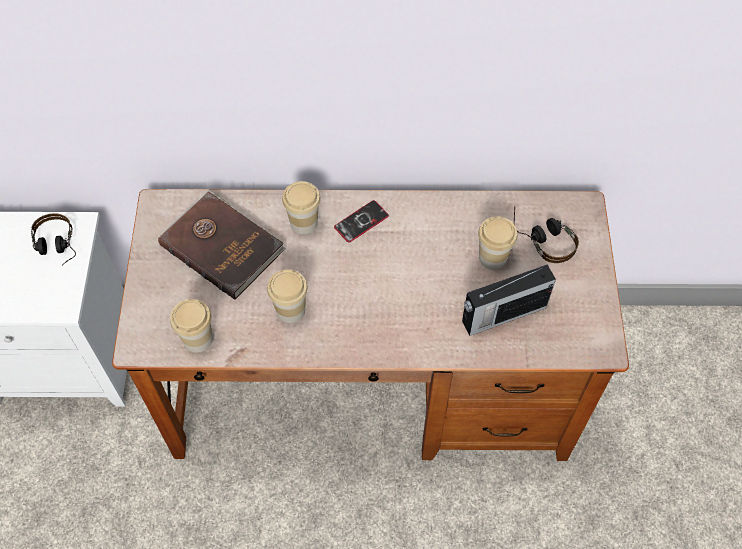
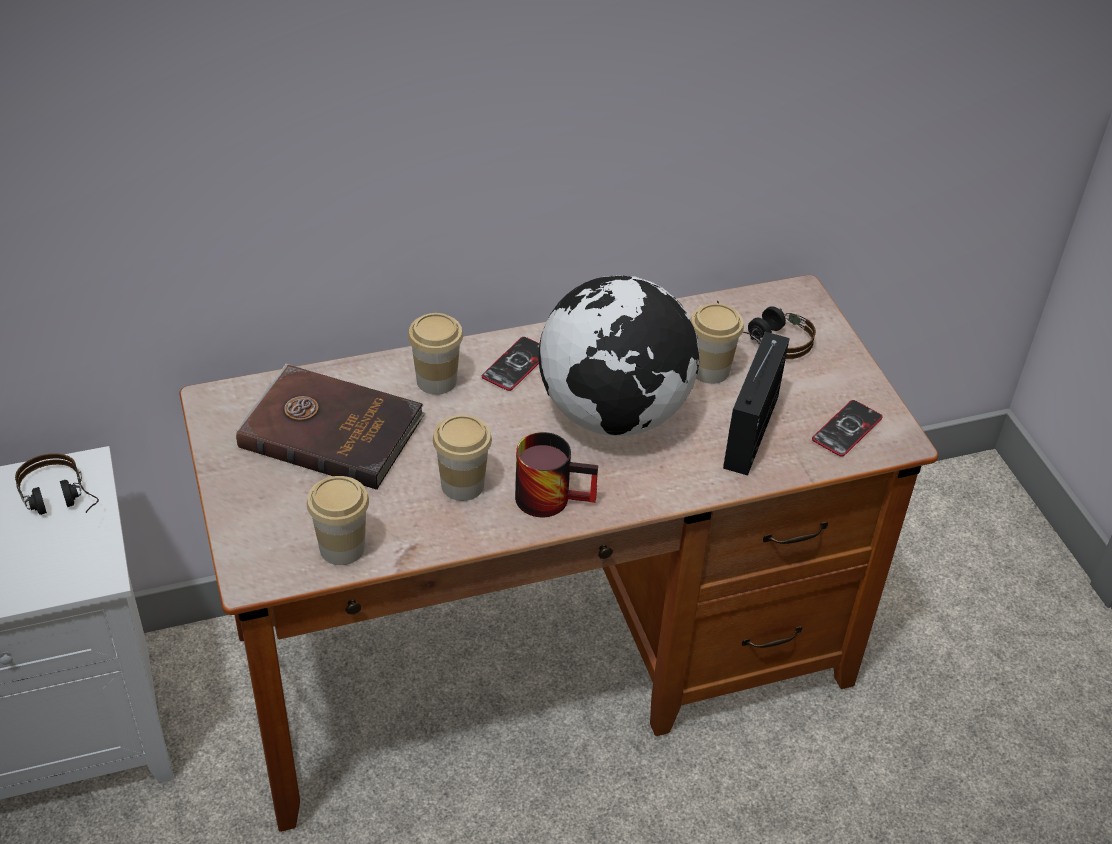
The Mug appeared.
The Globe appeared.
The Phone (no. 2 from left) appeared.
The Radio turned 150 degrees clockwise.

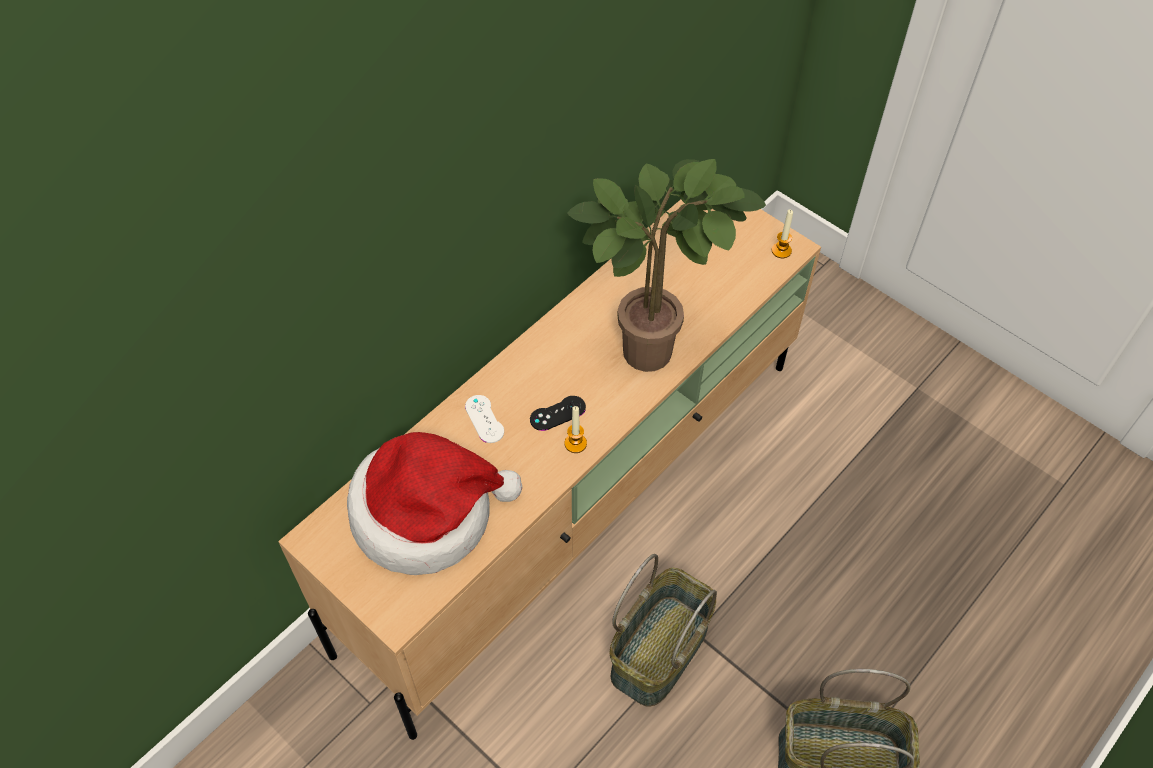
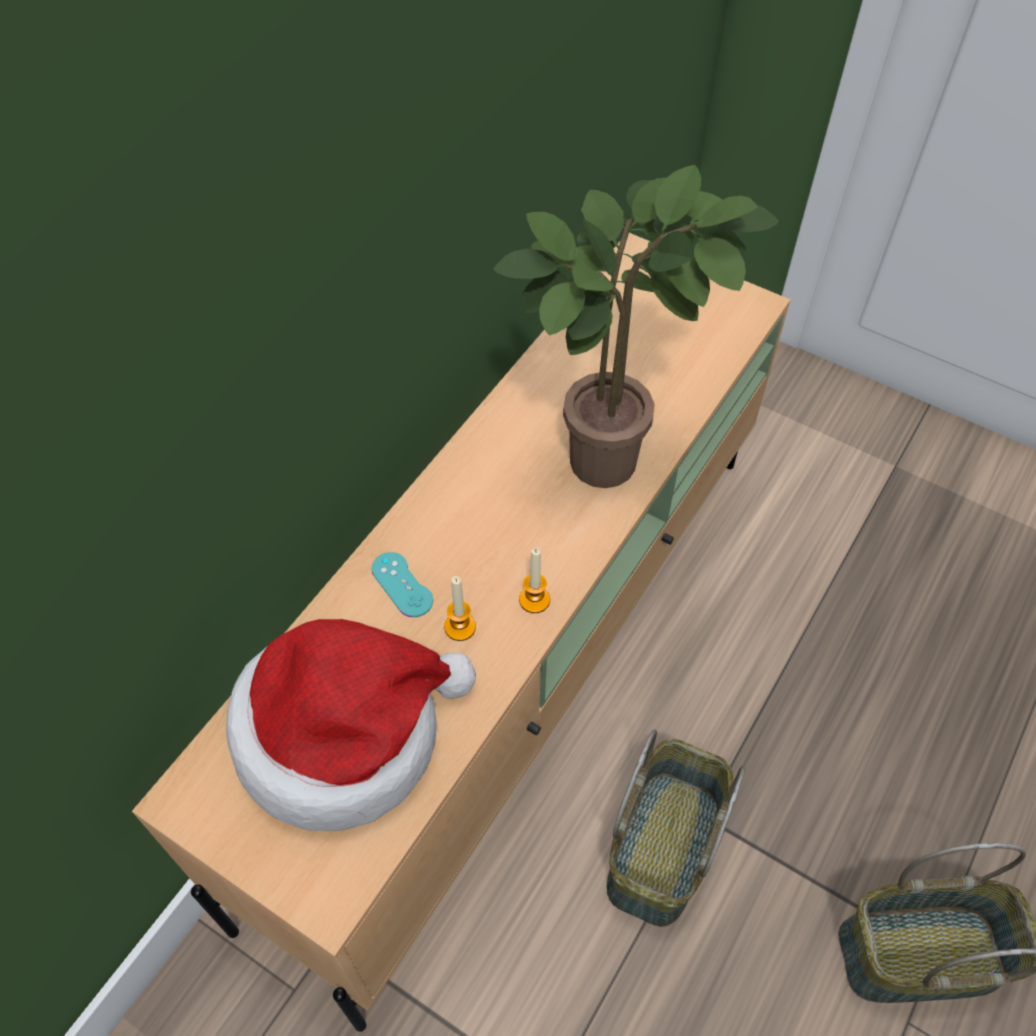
The BlackGameController disappeared.
The Candle (no. 2 from left in the first image) moved.
The WhiteGameController became the TurquoiseGameController.

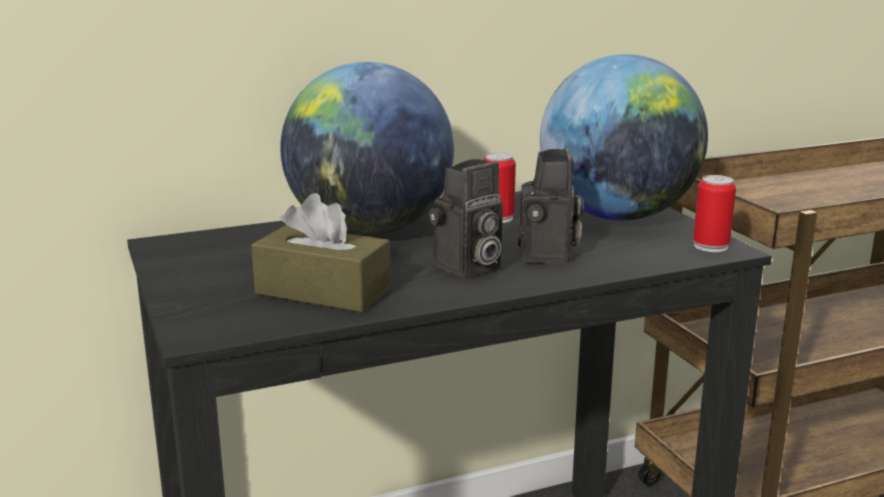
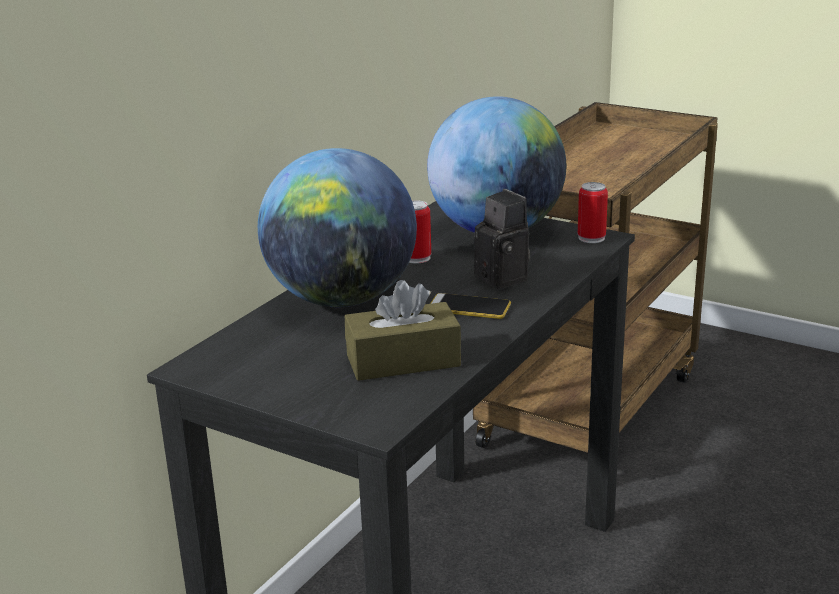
The PhotoCamera (no. 1 from left) was replaced by the Phone.

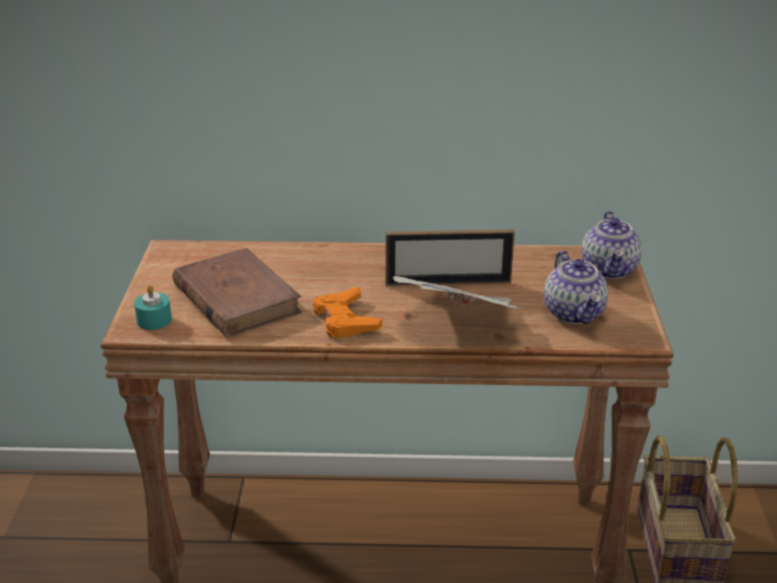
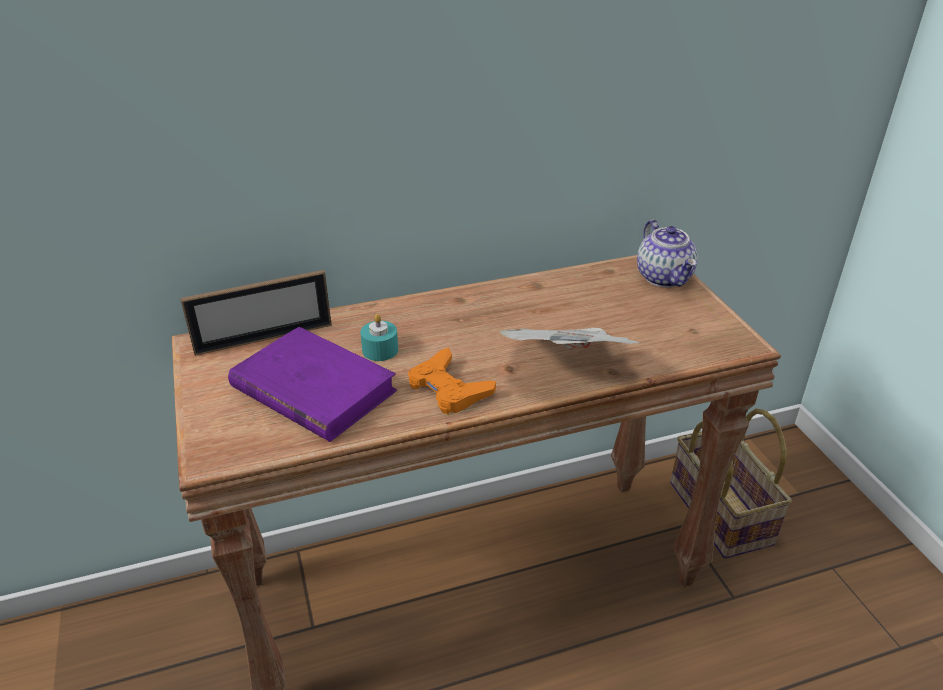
The Teapot (no. 1 from left) disappeared.
The TurquoiseCandle moved.
The PictureFrame moved.
The BrownBook became the PurpleBook.

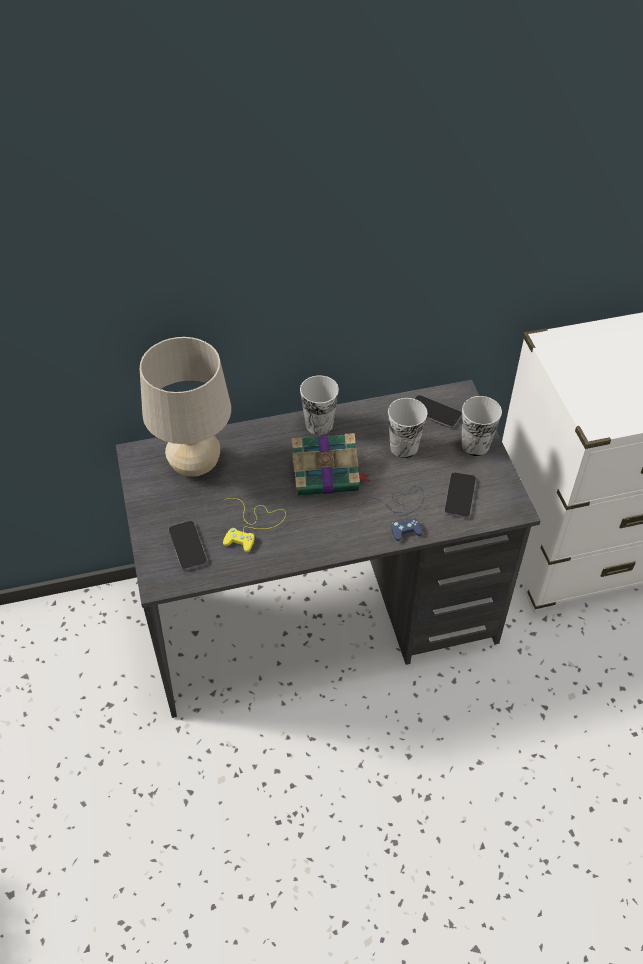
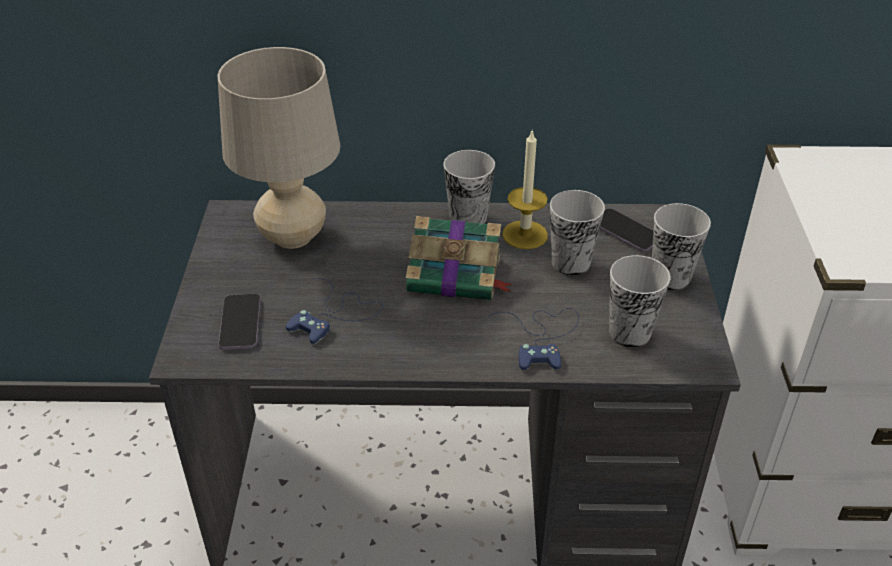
The Candle appeared.
The Phone (no. 3 from left) was replaced by the Cup (no. 3 from left).
The YellowGameController became the BlueGameController (no. 1 from left).

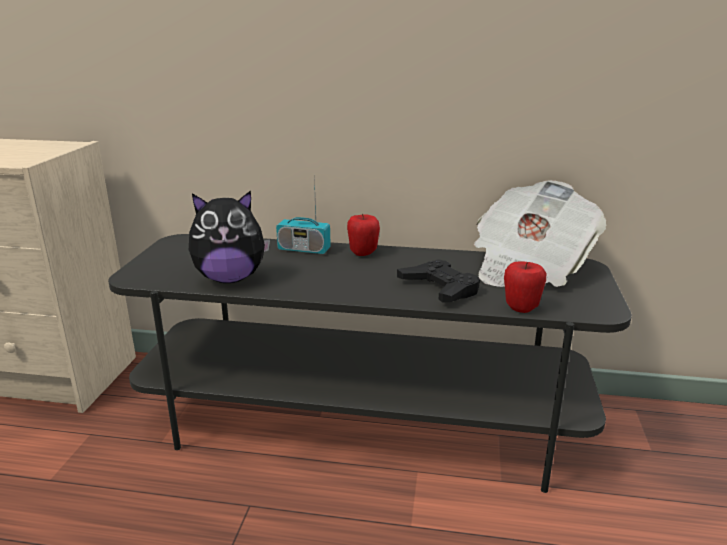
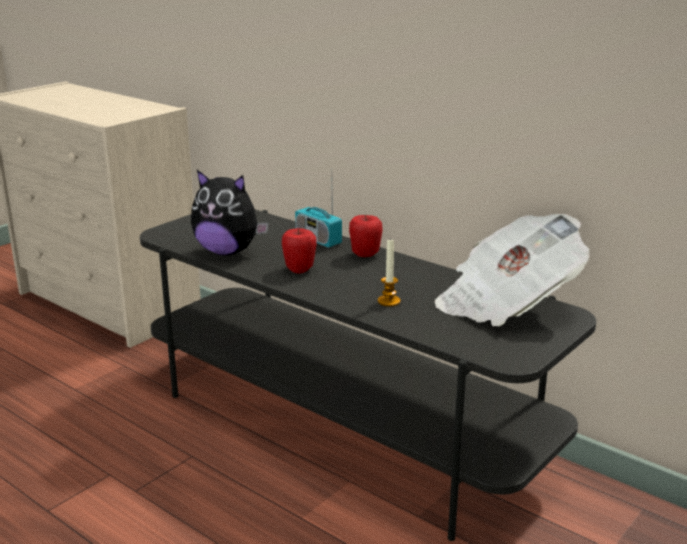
The Apple (no. 2 from left in the first image) moved.
The BlackGameController was replaced by the Candle.

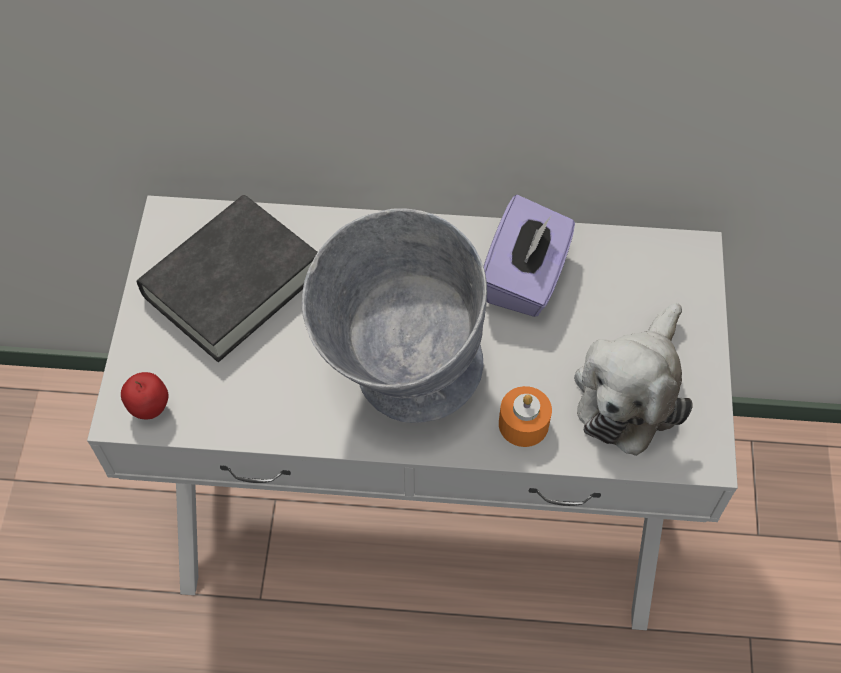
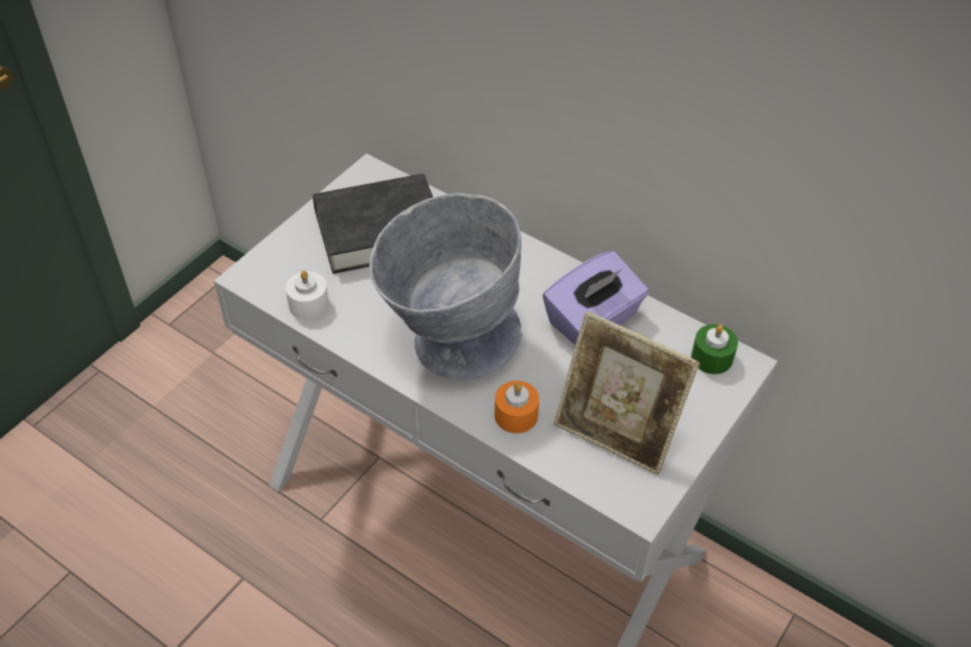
The Apple disappeared.
The WhiteCandle appeared.
The GreenCandle appeared.
The PlushToy was replaced by the PictureFrame.

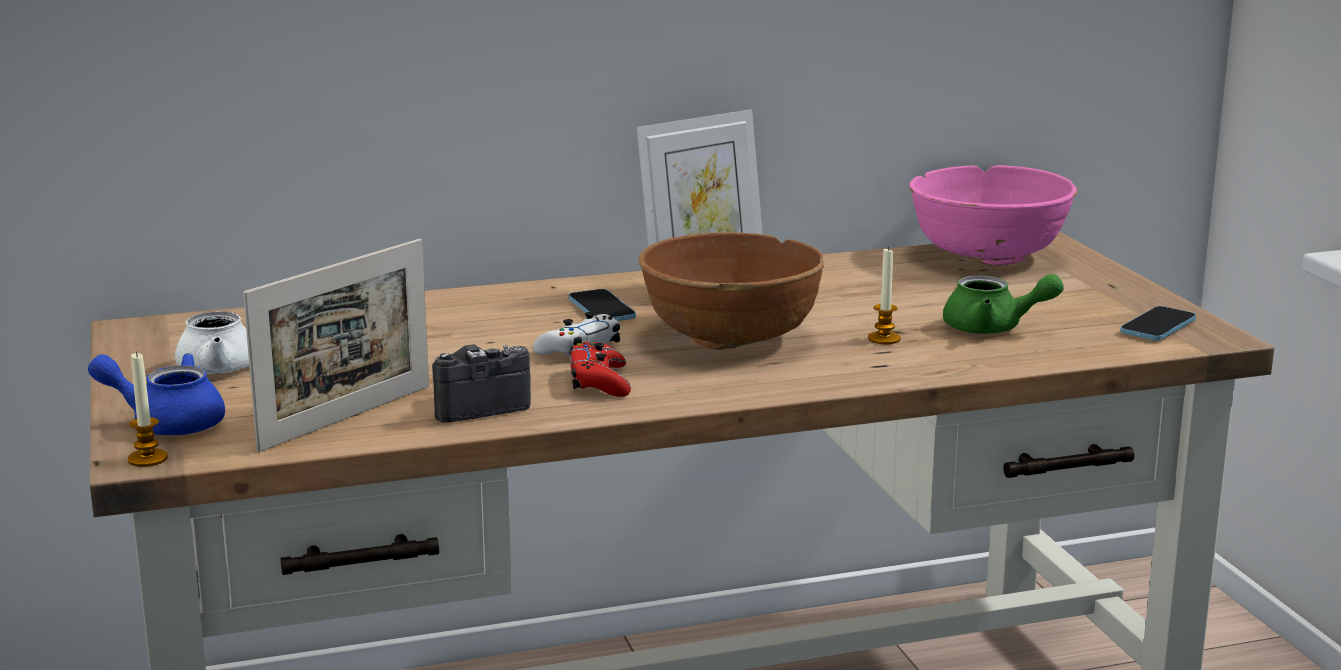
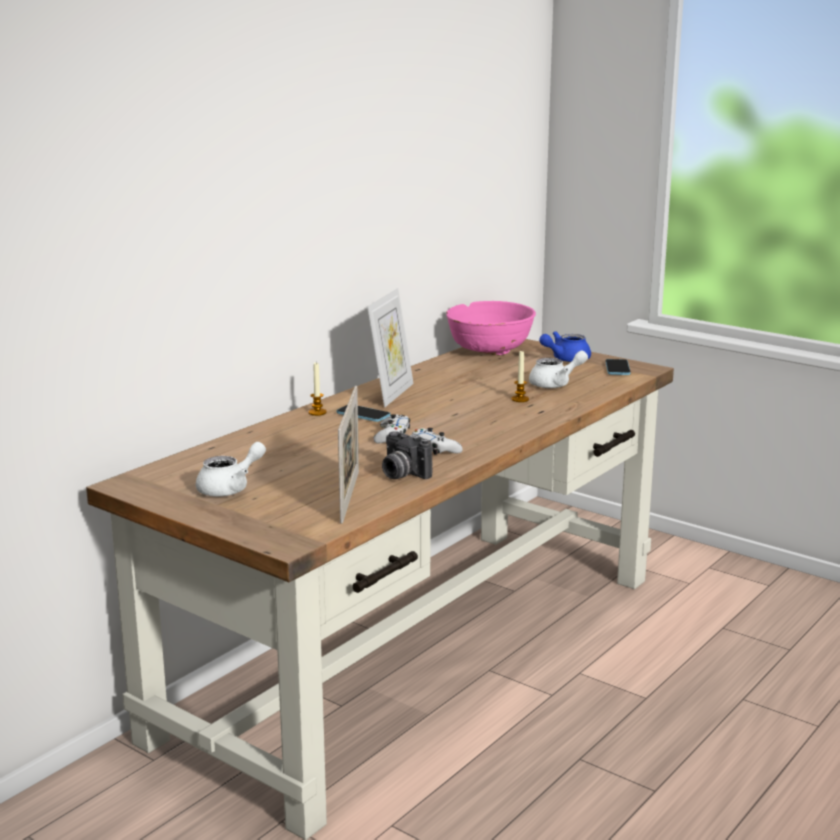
The BrownBowl disappeared.
The BlueTeapot moved.
The Candle (no. 1 from left) moved.
The RedGameController became the WhiteGameController (no. 2 from left).
The GreenTeapot became the WhiteTeapot (no. 2 from left).
The PhotoCamera turned 75 degrees counterclockwise.

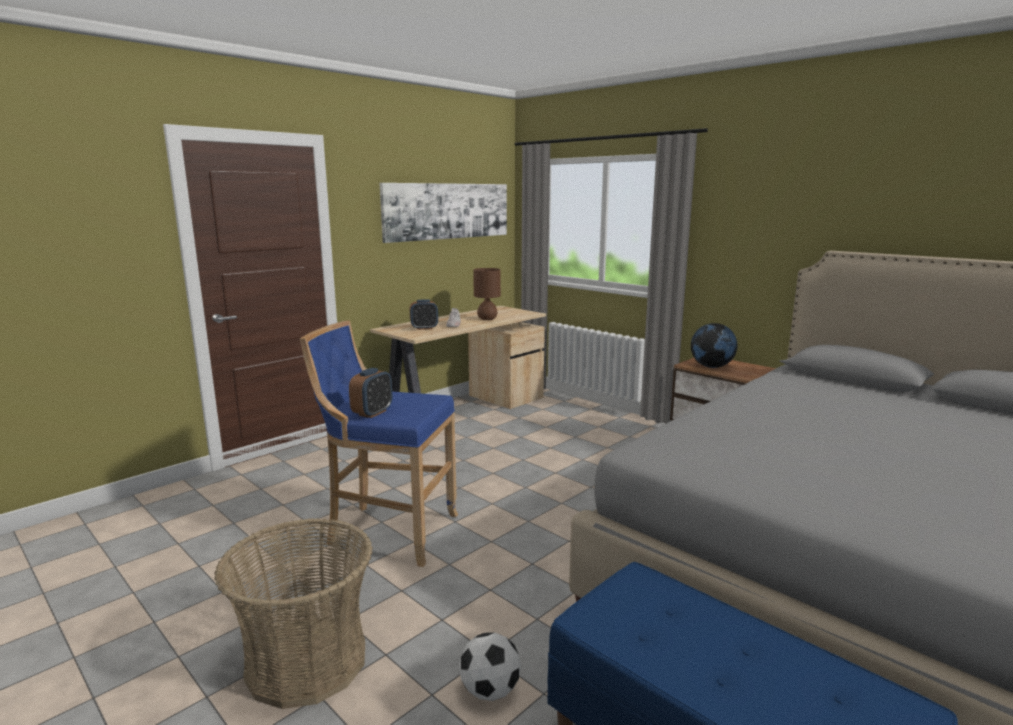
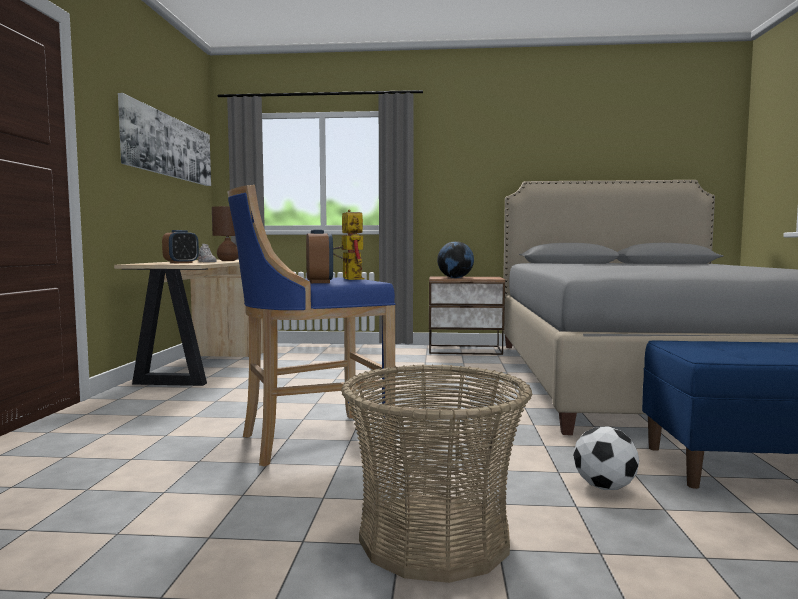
The ToyRobot appeared.

